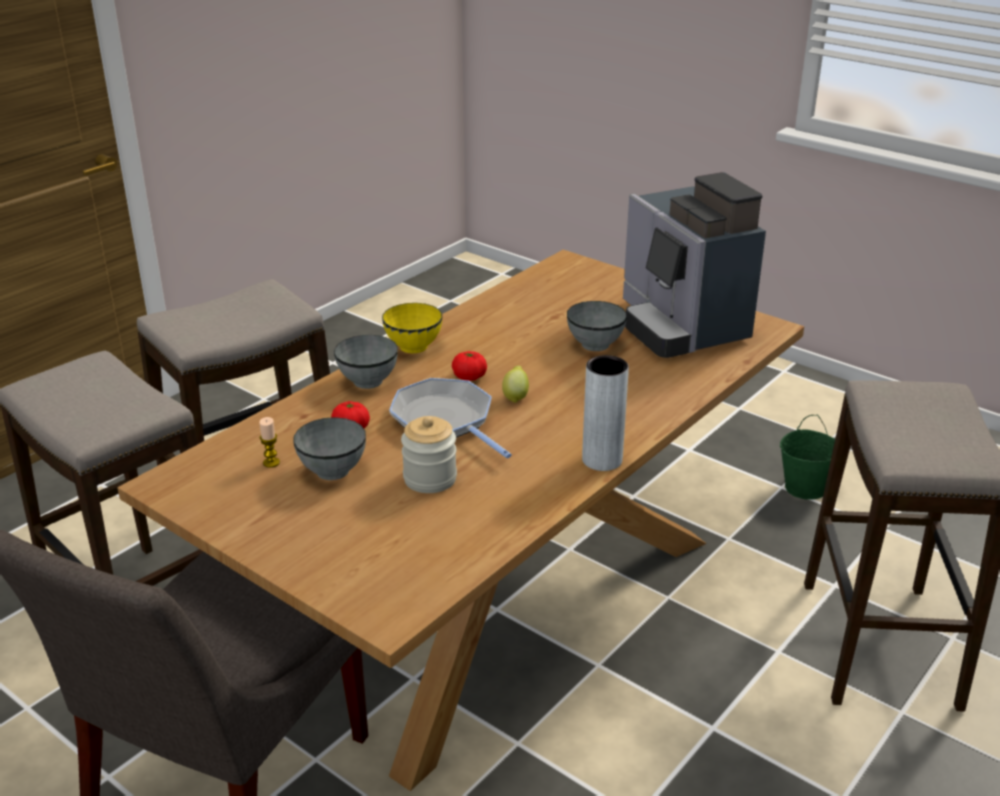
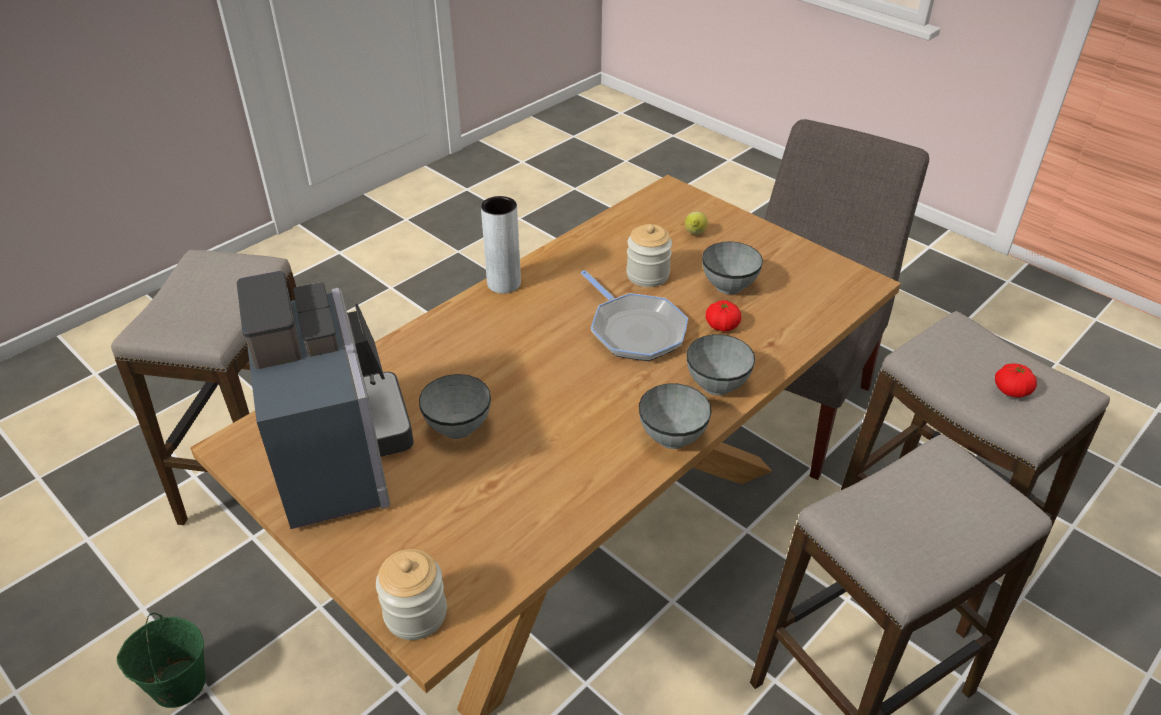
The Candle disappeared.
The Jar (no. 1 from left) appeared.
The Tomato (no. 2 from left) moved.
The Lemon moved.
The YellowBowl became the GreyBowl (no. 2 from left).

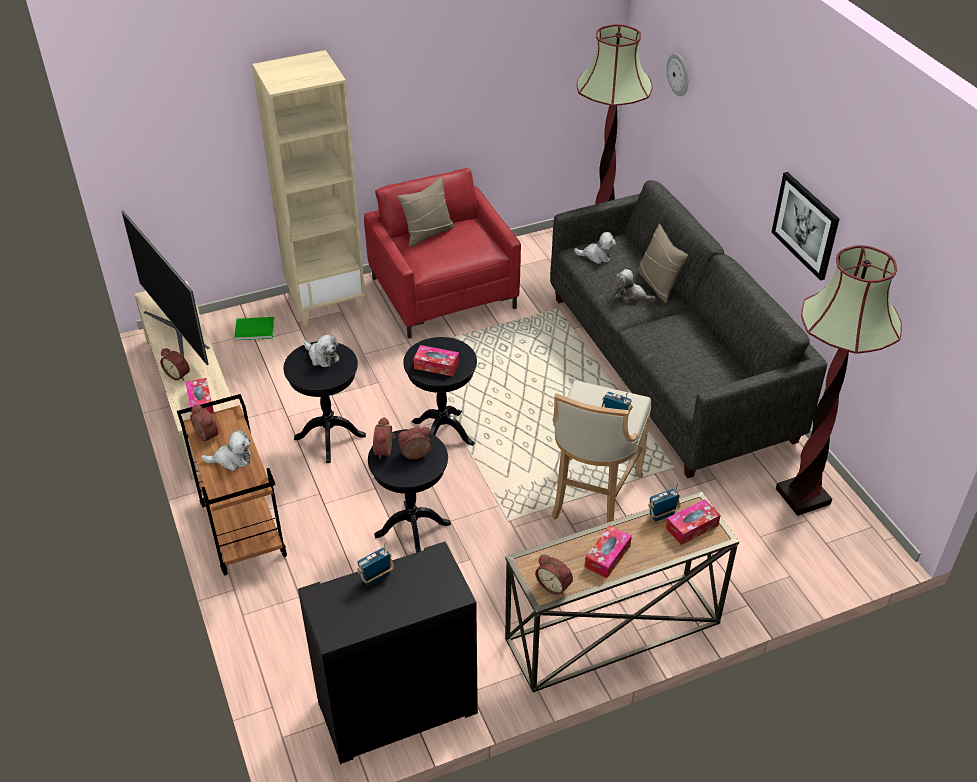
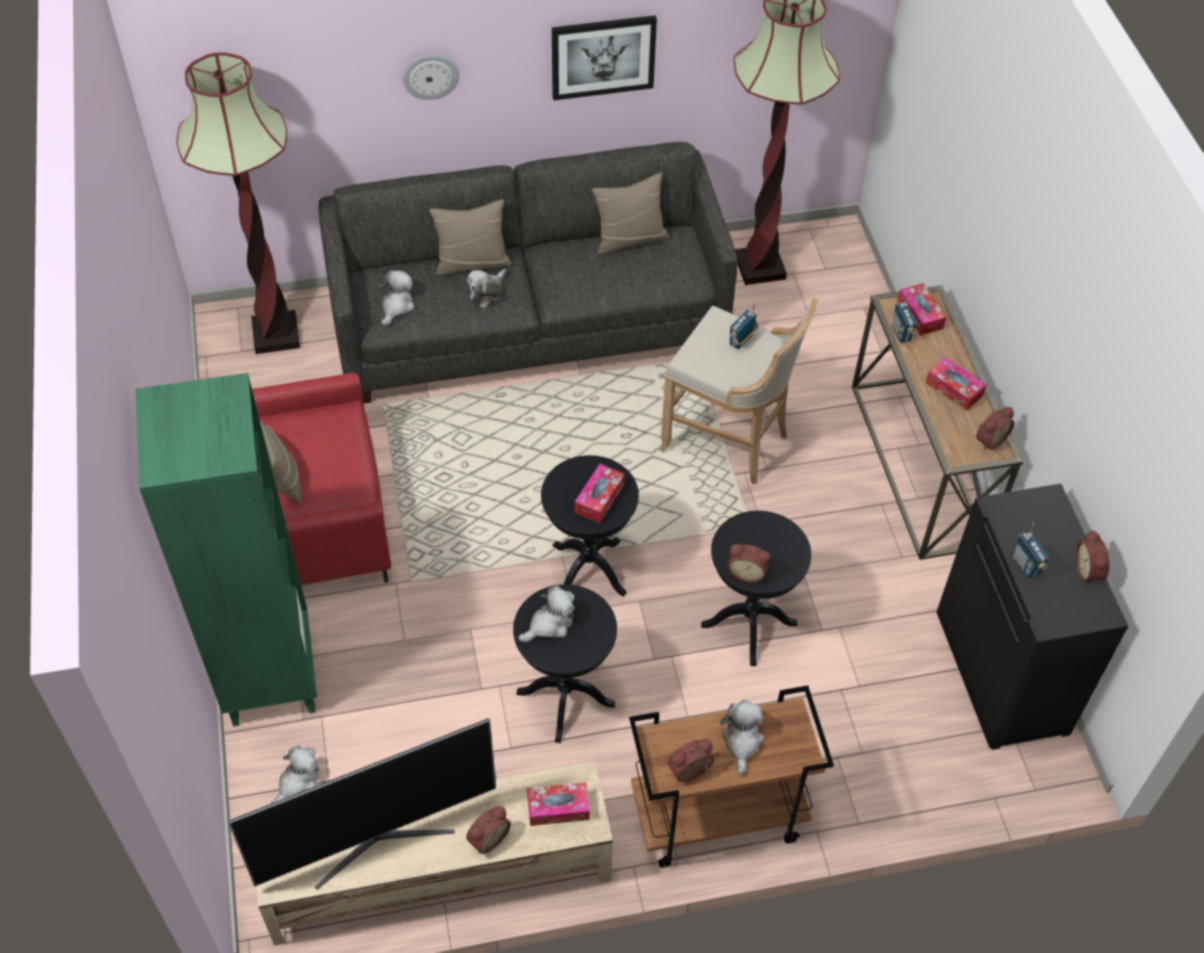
The BeigePillow (no. 3 from left) appeared.
The AlarmClock (no. 4 from left in the first image) moved.
The WallClock moved.
The GreenBook was replaced by the PlushToy (no. 1 from left).
The BeigeBookcase became the GreenBookcase.

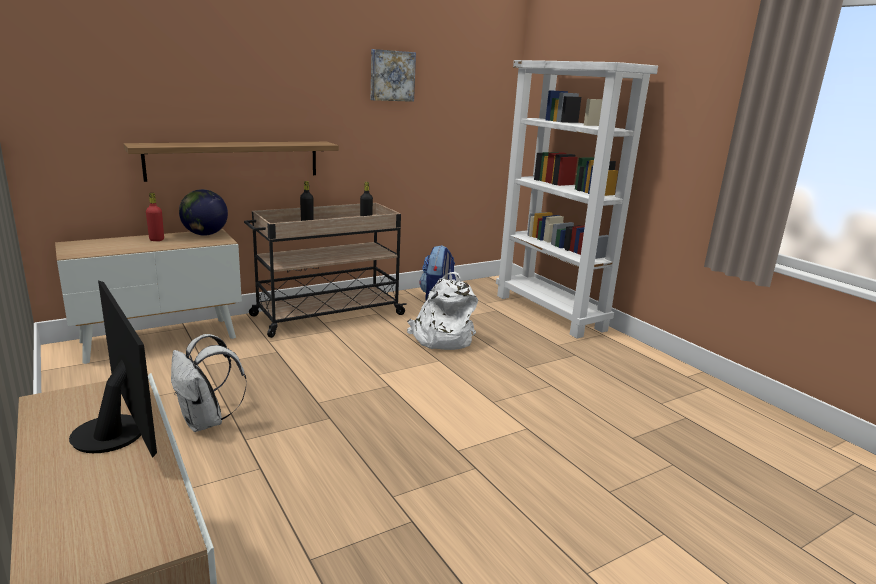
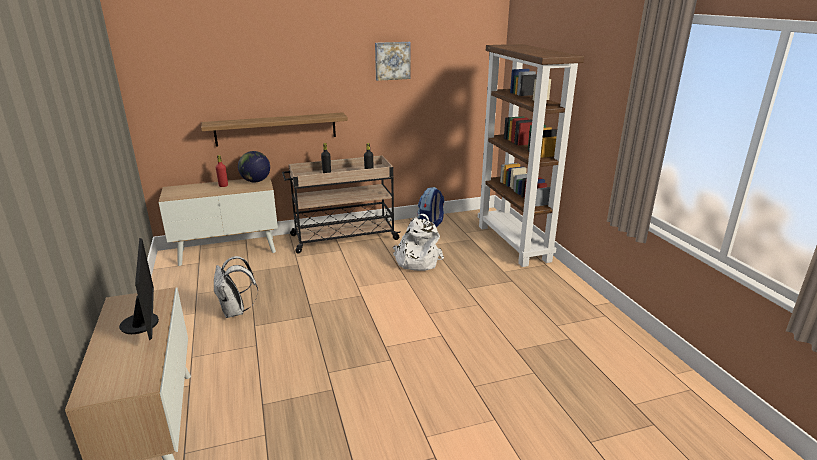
The WhiteBookcase became the BrownBookcase.

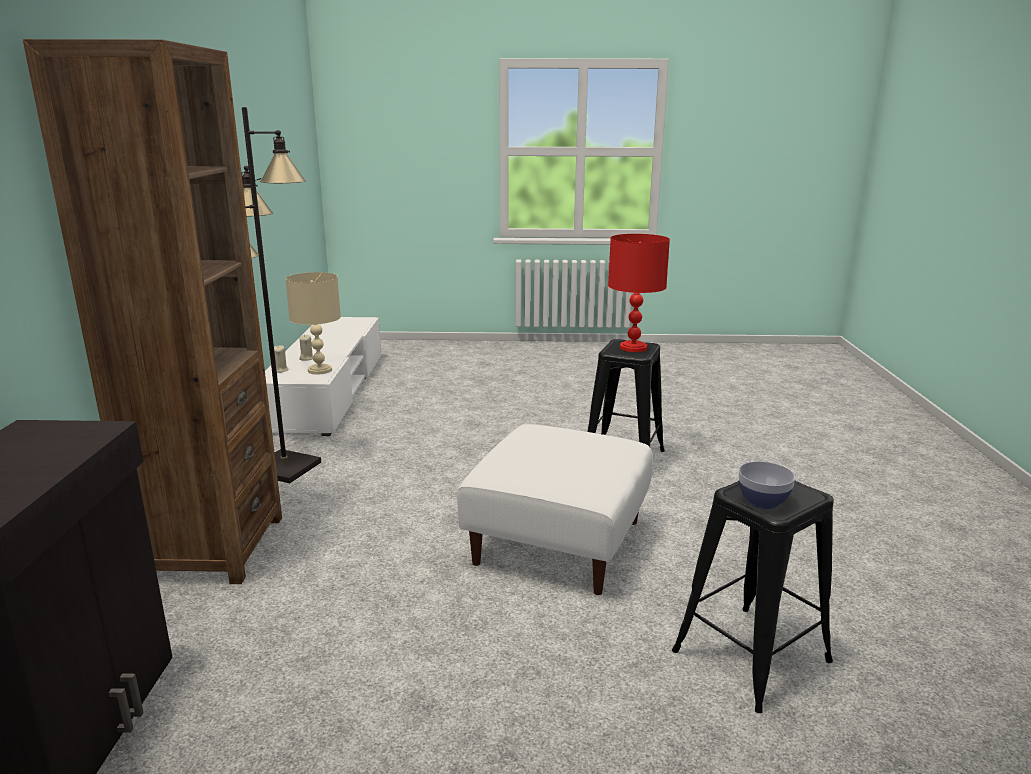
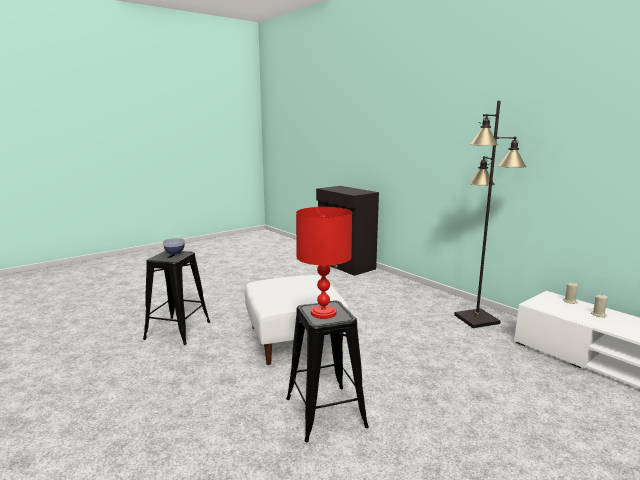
The BrownBookcase disappeared.
The BeigeTableLamp disappeared.

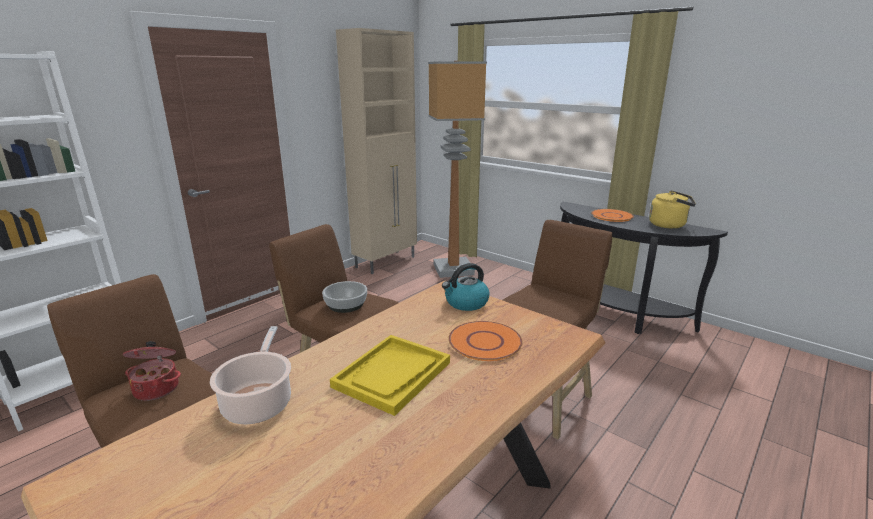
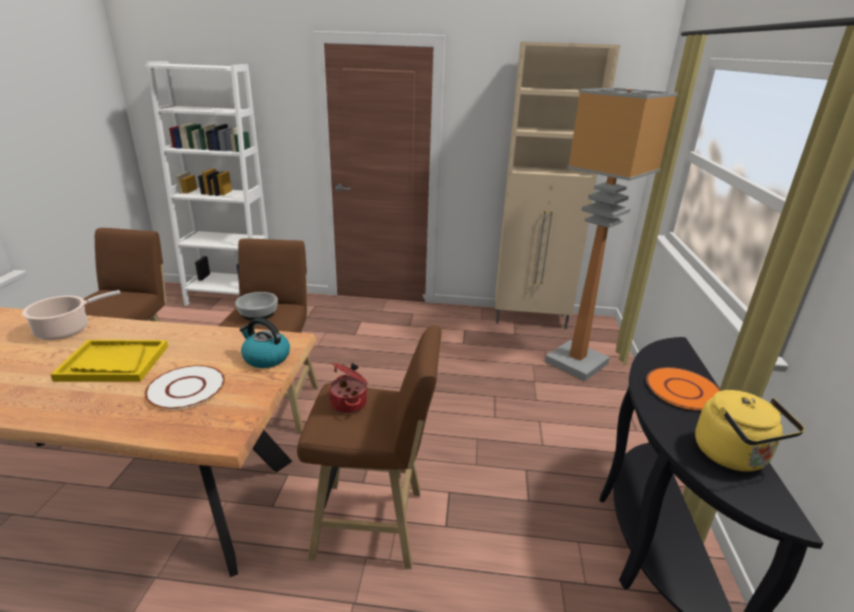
The CookingPot (no. 1 from left in the first image) moved.
The OrangePlate (no. 1 from left) became the WhitePlate.

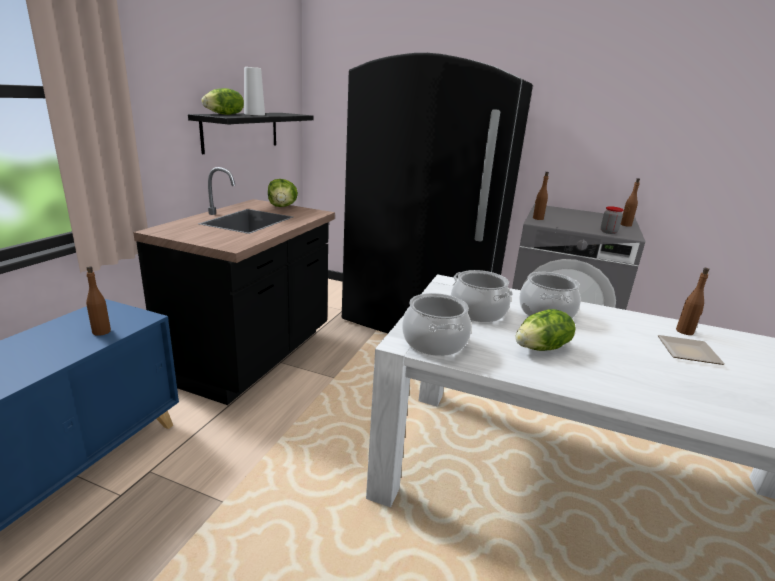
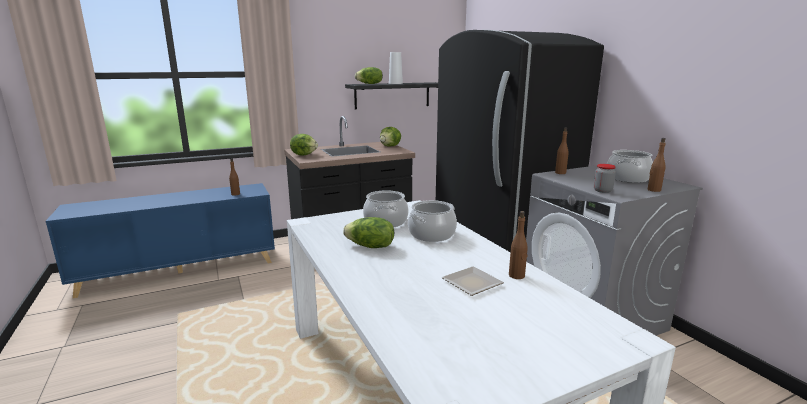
The Lettuce (no. 1 from left) appeared.
The CookingPot (no. 1 from left in the first image) moved.

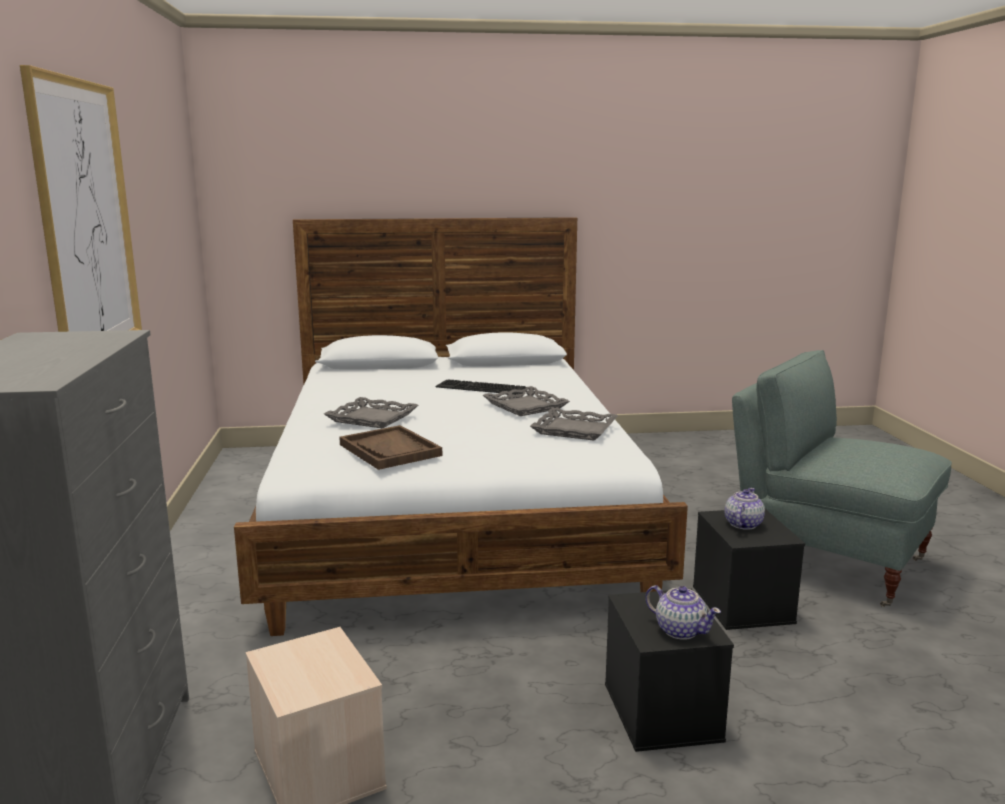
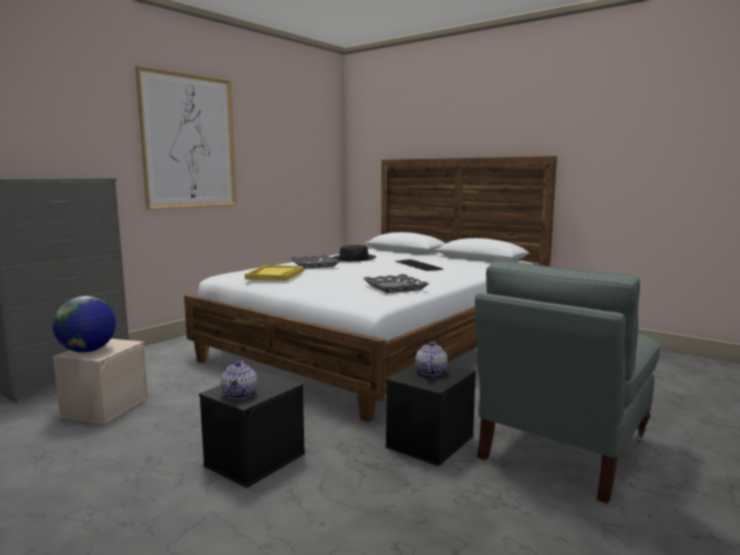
The GreyTray (no. 2 from left) disappeared.
The Globe appeared.
The BlackHat appeared.
The BrownTray became the YellowTray.
The Teapot (no. 2 from left) turned 60 degrees counterclockwise.
The GreyArmchair turned 135 degrees counterclockwise.

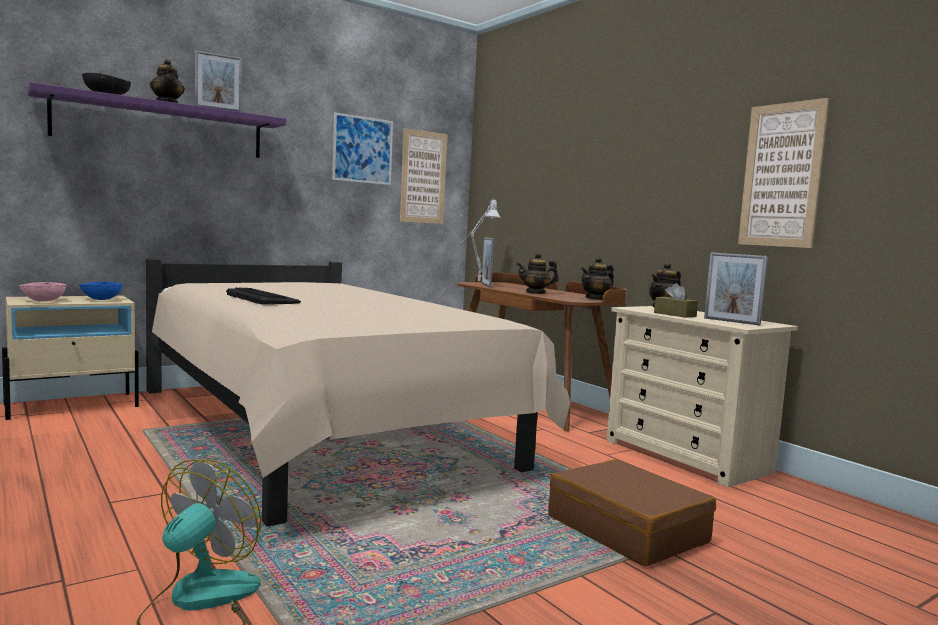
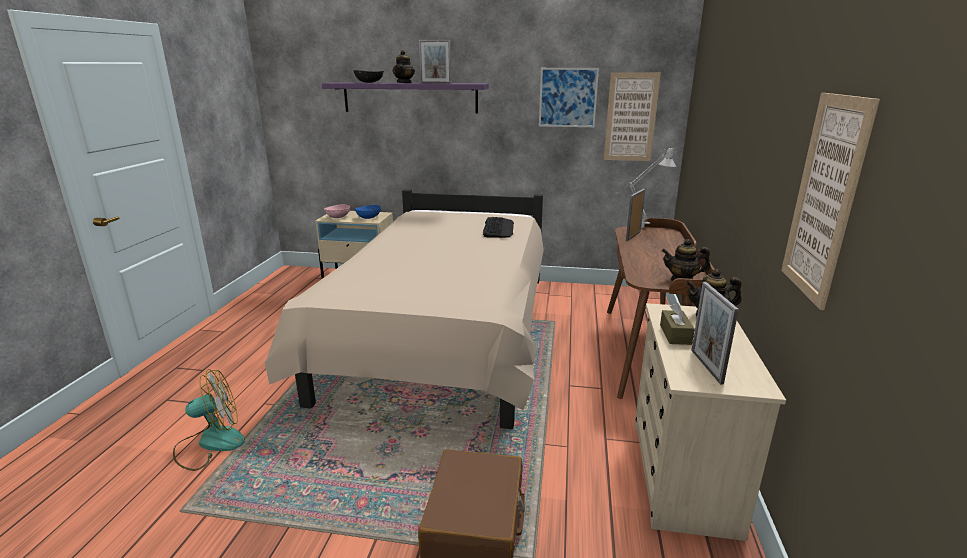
The Teapot (no. 2 from left) disappeared.
The Keyboard moved.

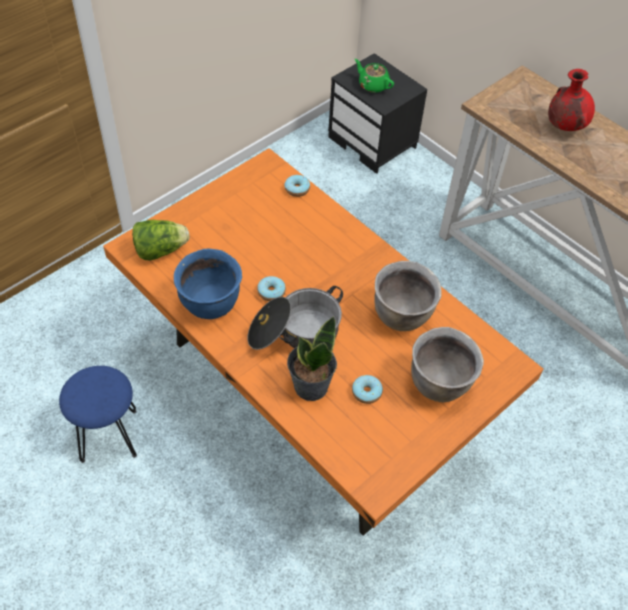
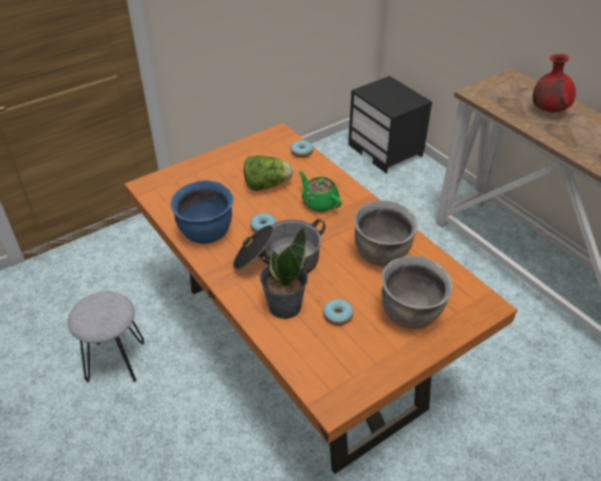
The Lettuce moved.
The GreenTeapot moved.
The BlueStool became the GreyStool.

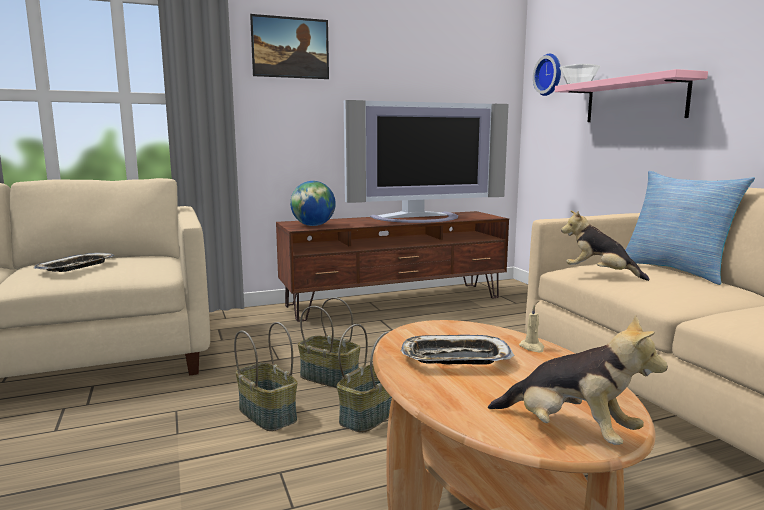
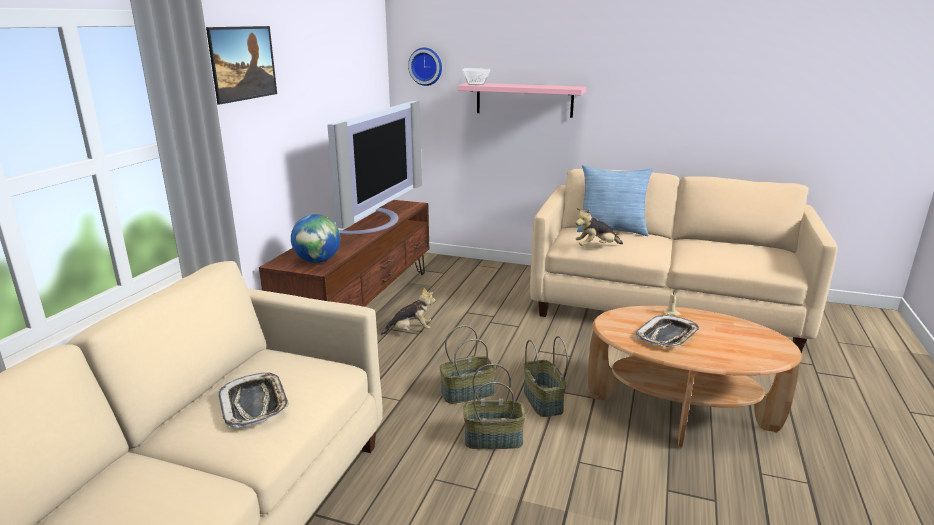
The PlushToy (no. 1 from left) moved.

